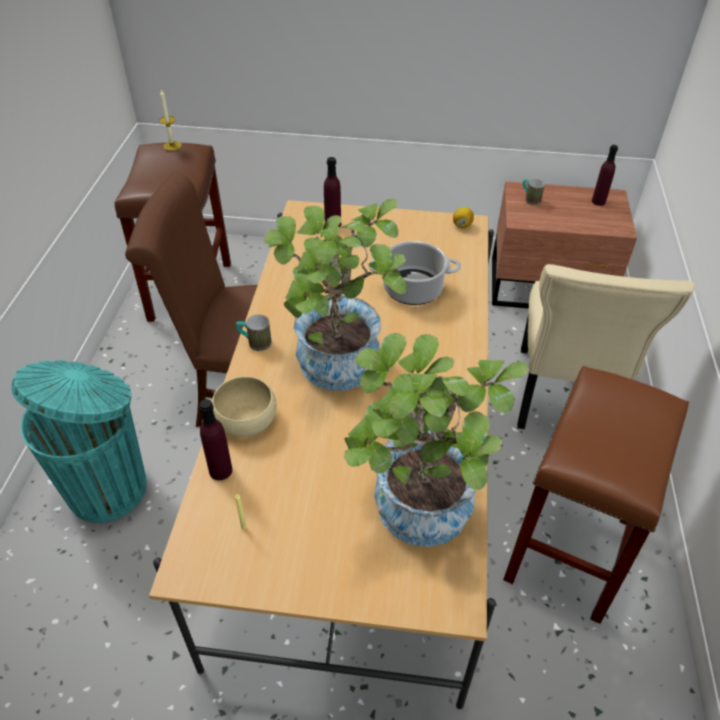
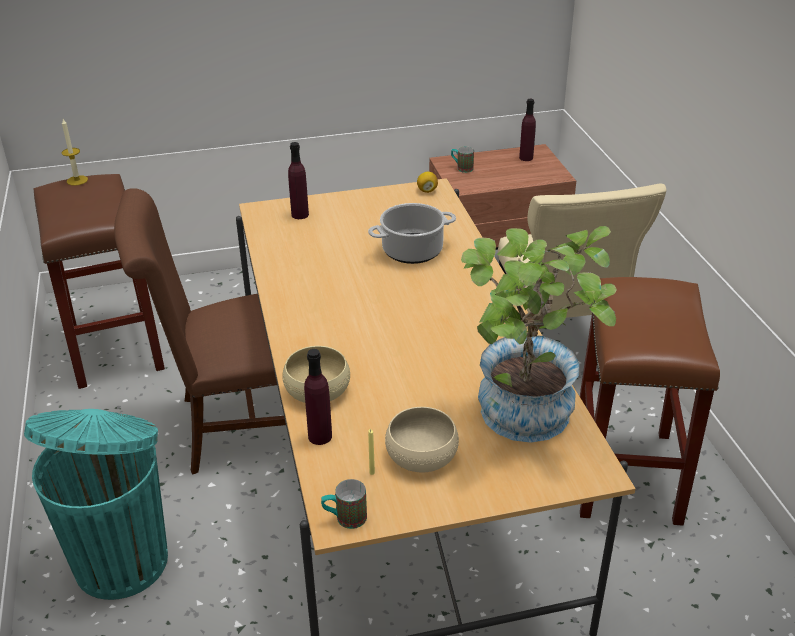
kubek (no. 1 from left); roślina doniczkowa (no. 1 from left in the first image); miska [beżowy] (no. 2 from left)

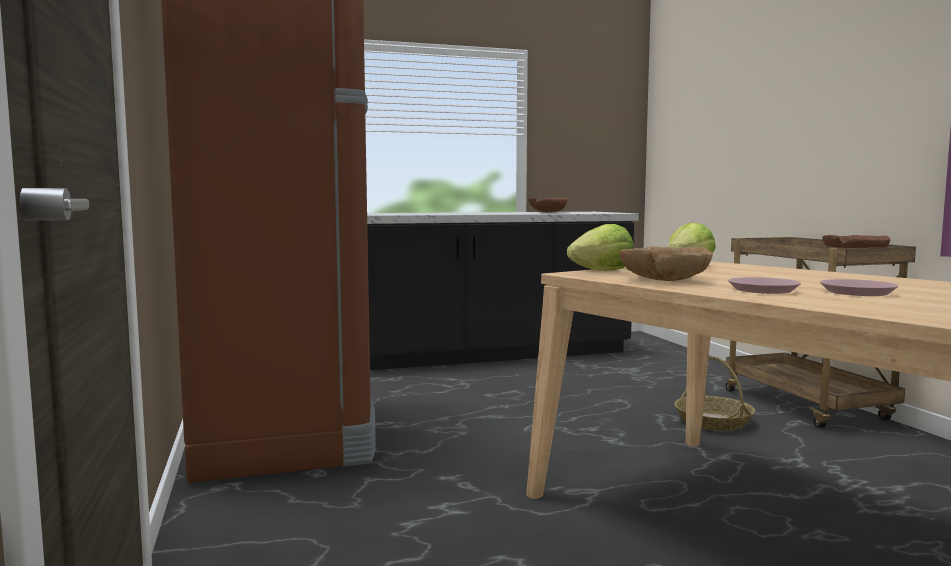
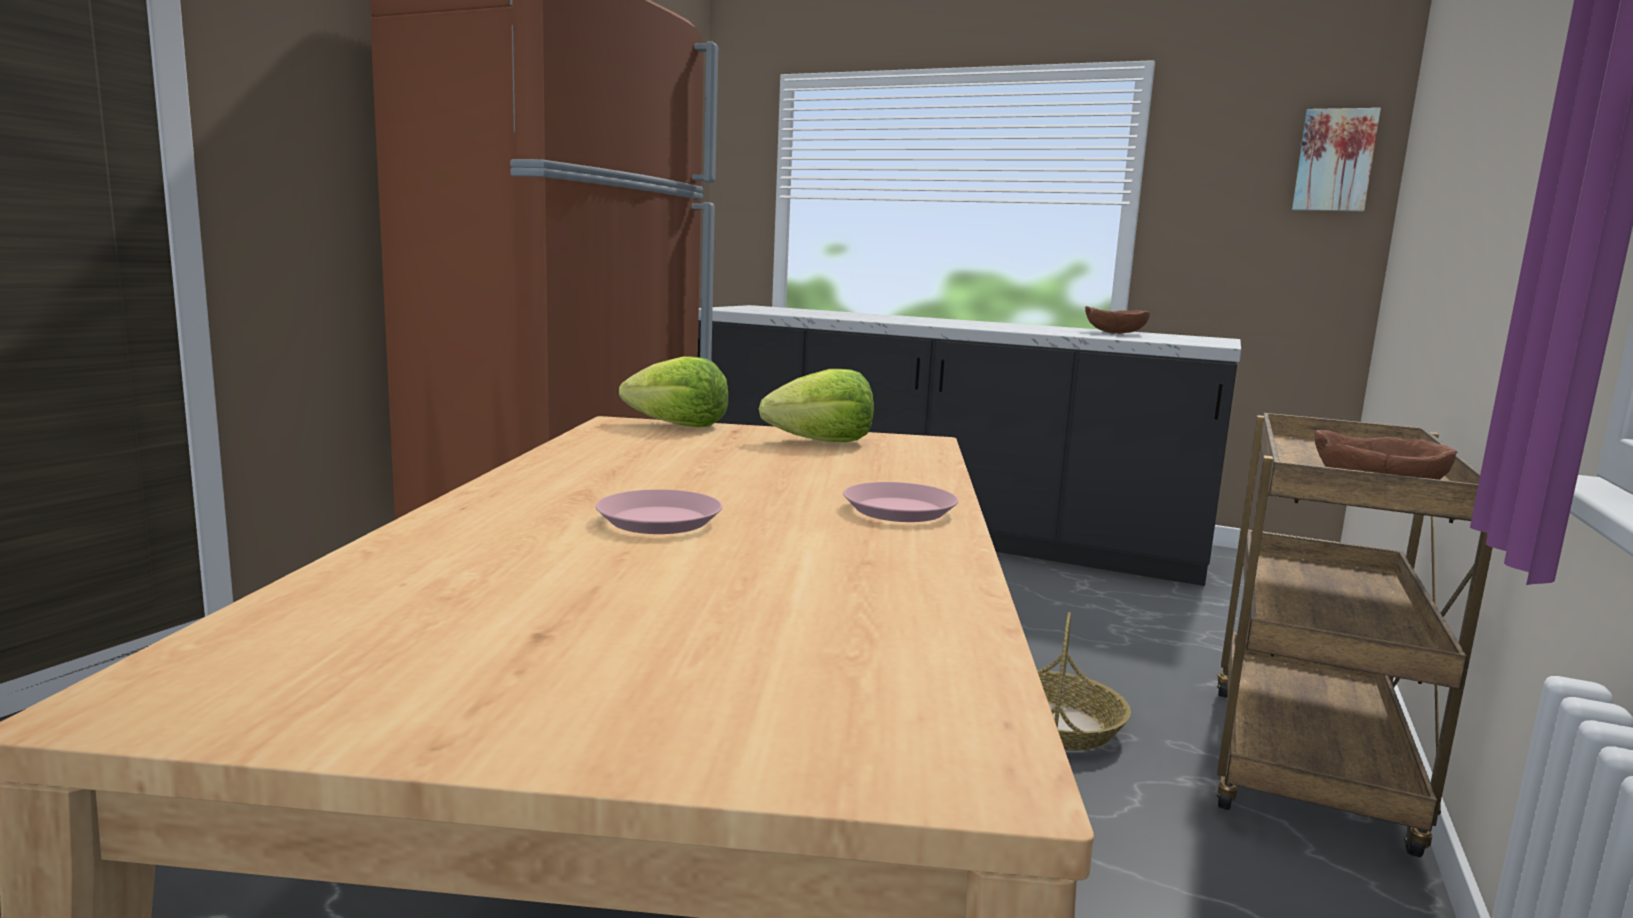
miska [brązowy] (no. 2 from left in the first image); talerz [różowy] (no. 2 from left); obraz

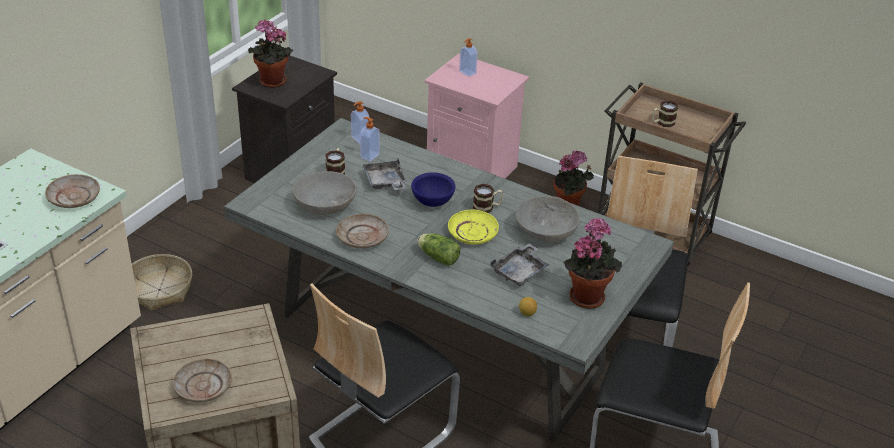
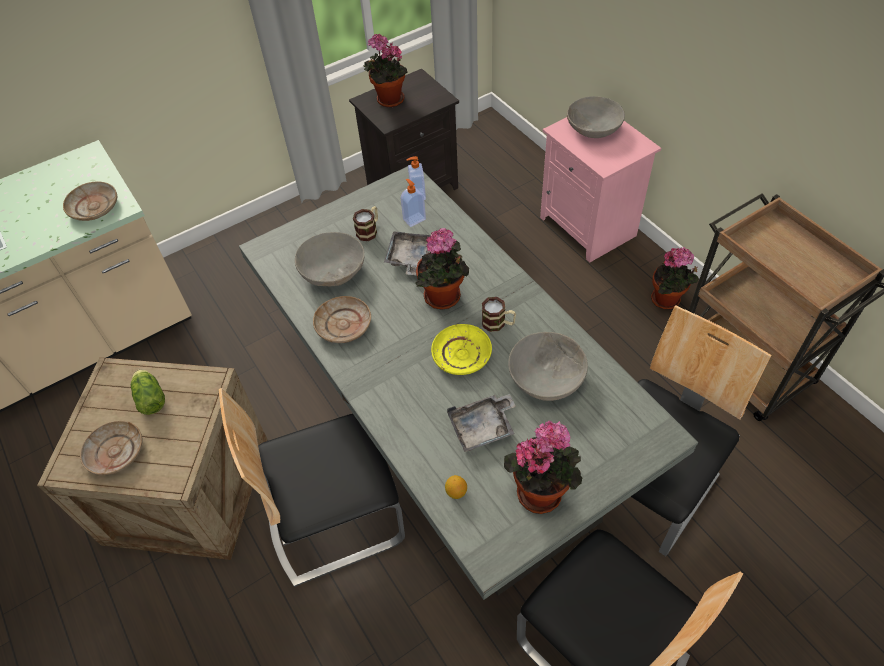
koszyk; roślina doniczkowa (no. 2 from left); sałata; miska [szary] (no. 3 from left); kubek (no. 3 from left in the first image)

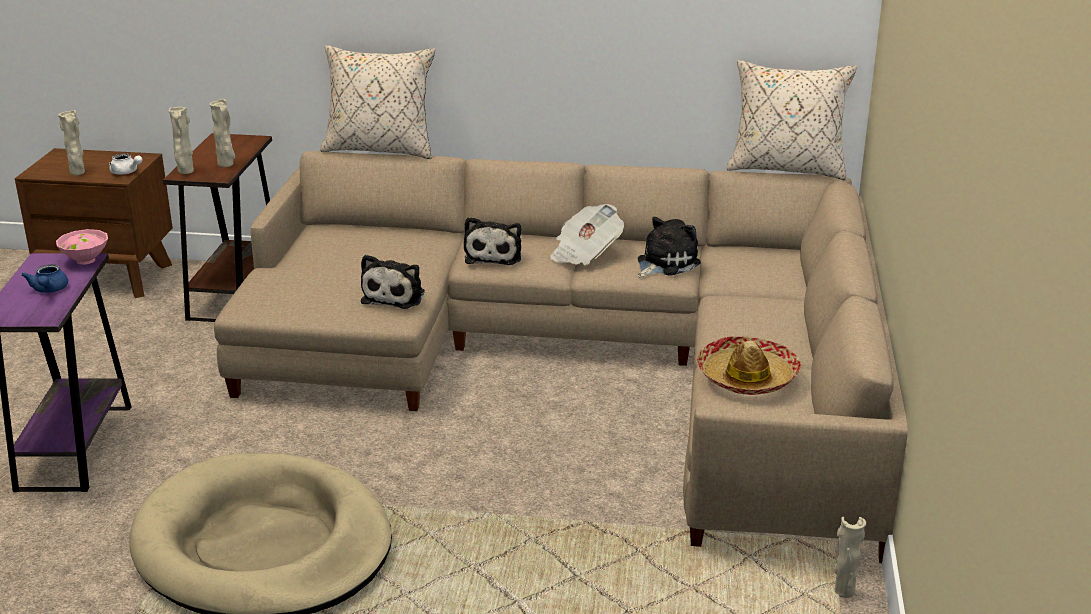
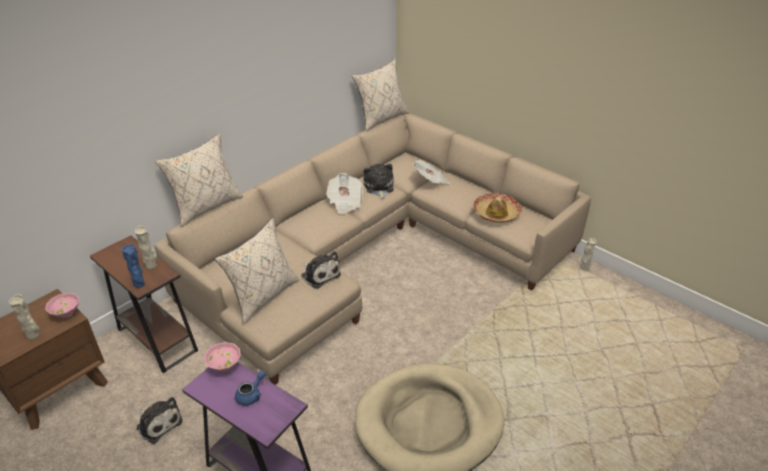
imbryk [niebieski]; miska [różowy] (no. 1 from left); wazon [niebieski]; pluszak (no. 1 from left); poduszka [beżowy] (no. 2 from left); gazeta (no. 2 from left)

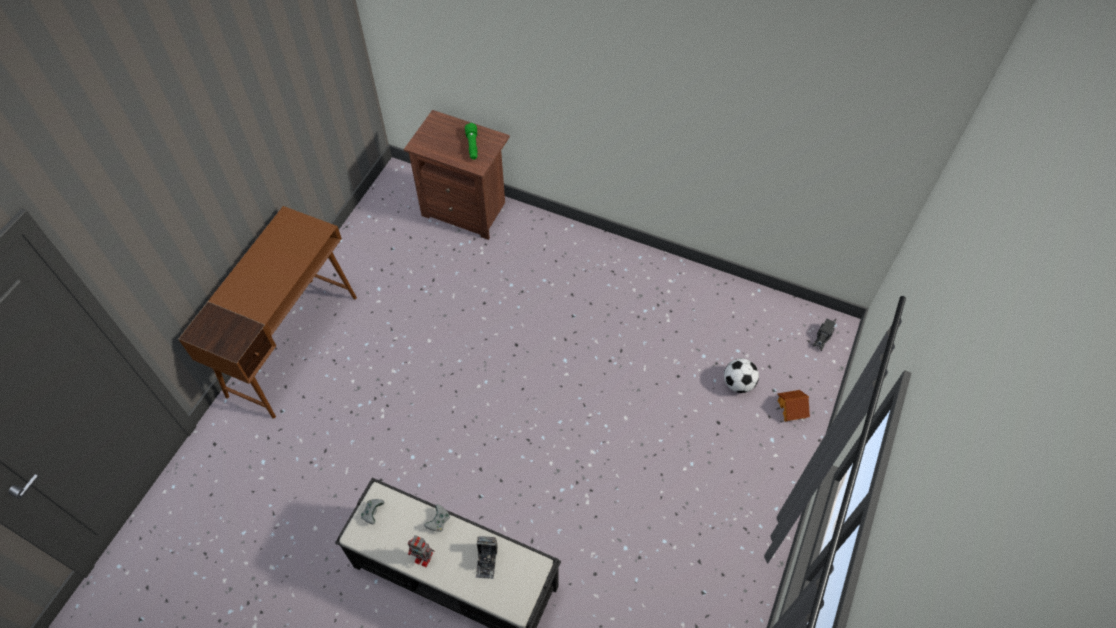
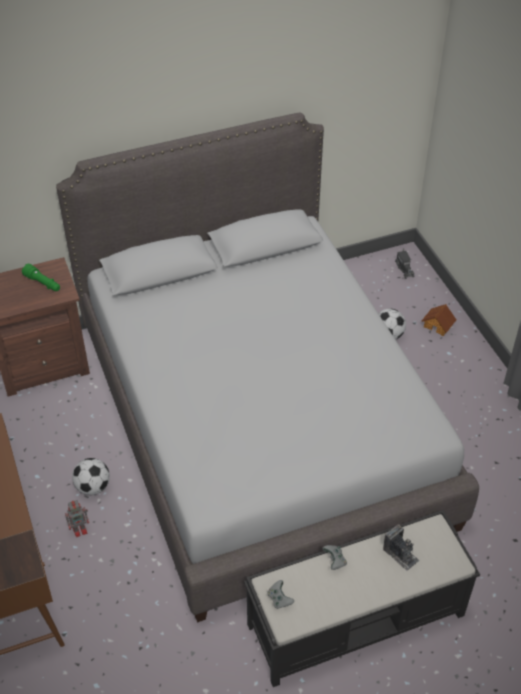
robot zabawkowy; łóżko [szary]; piłka futbolowa (no. 1 from left)

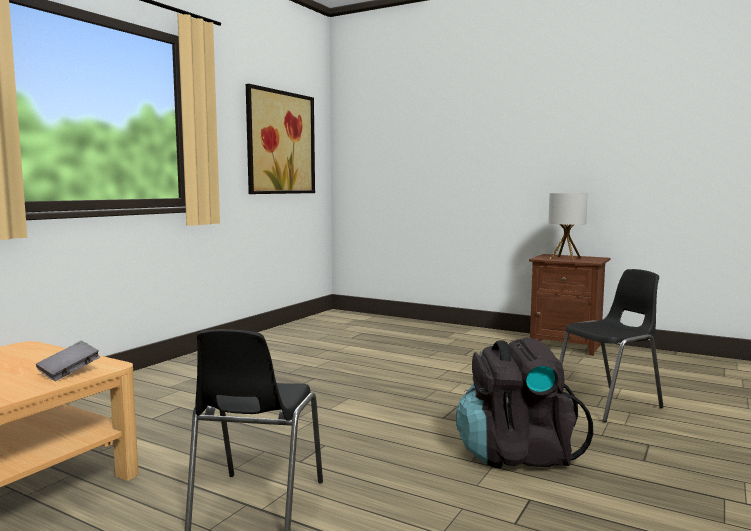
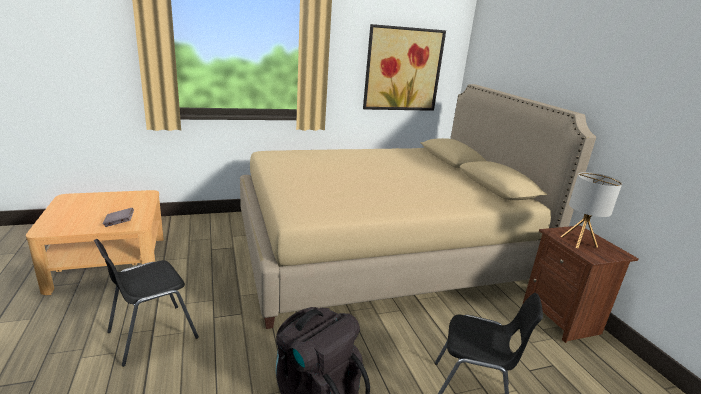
łóżko [beżowy]

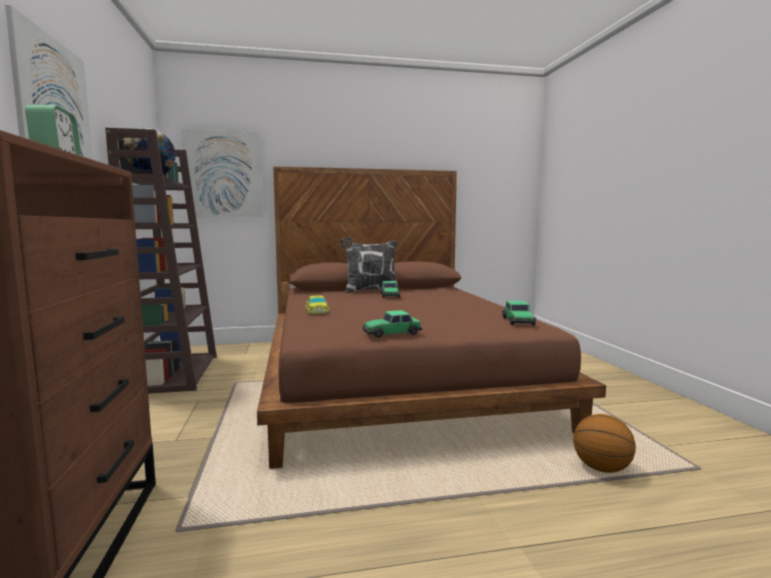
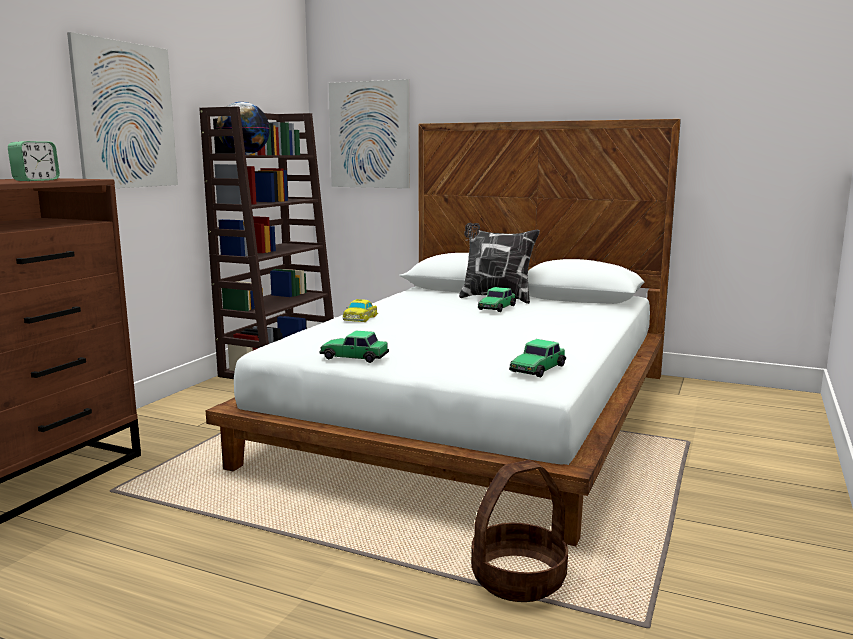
łóżko [biały]; koszyk

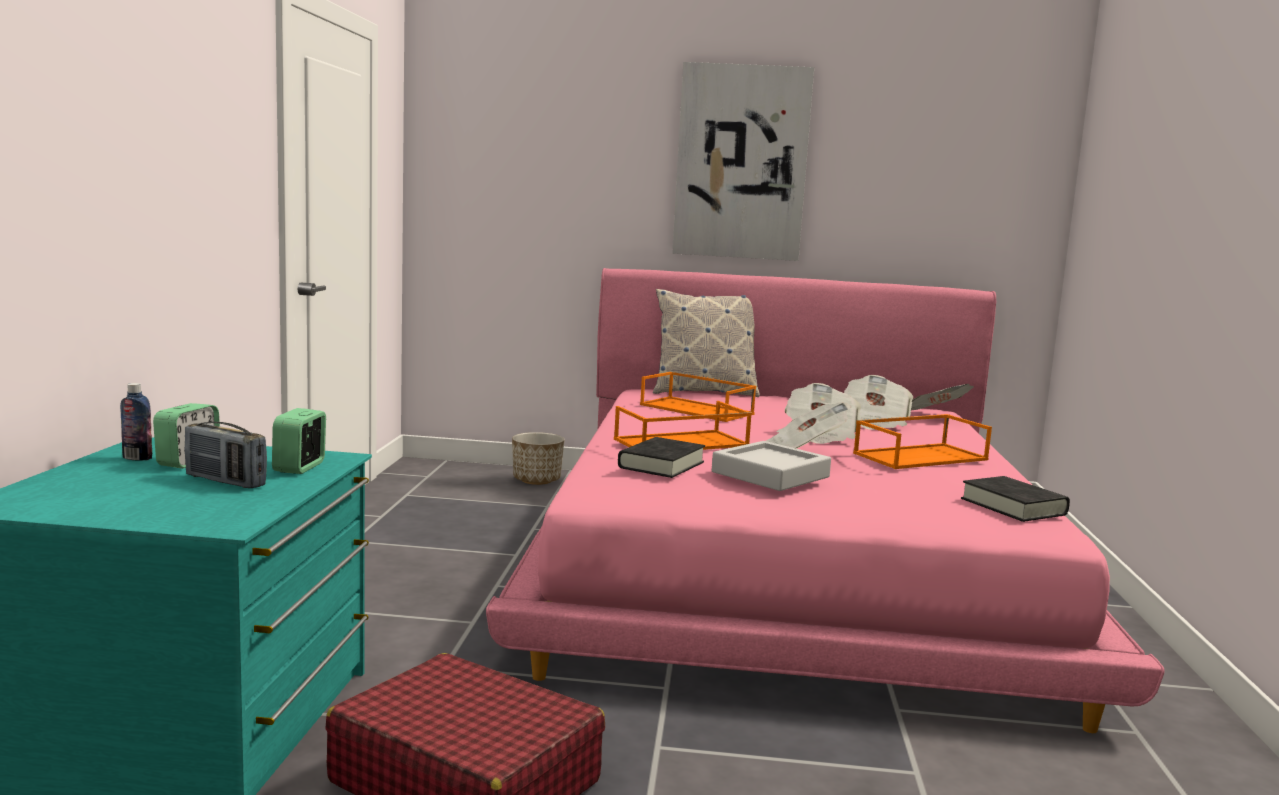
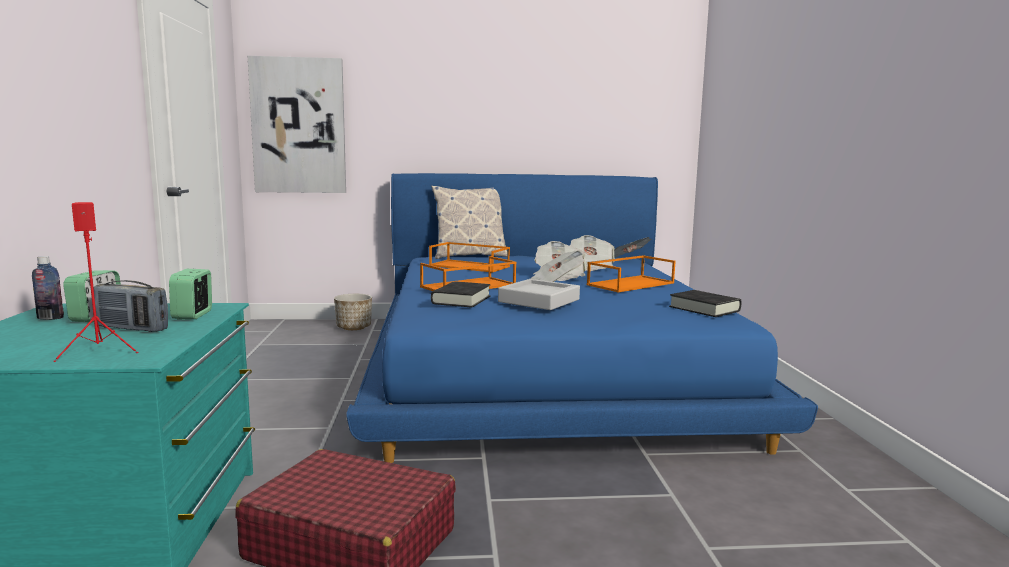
łóżko [niebieski]; obraz; głośnik [czerwony]

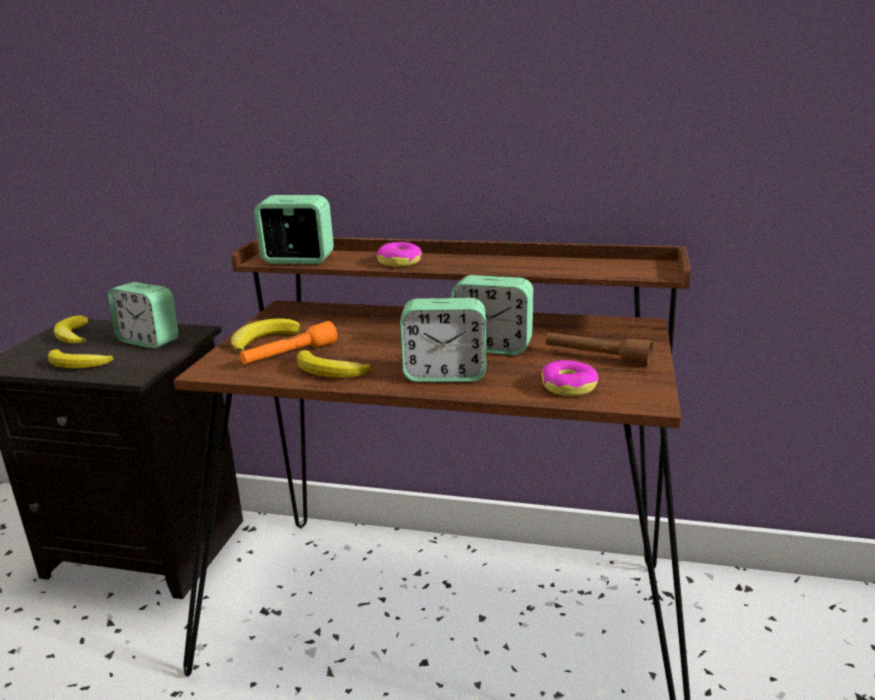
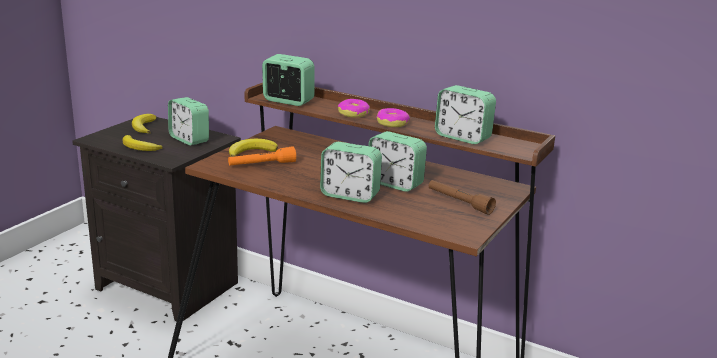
banan (no. 4 from left in the first image); donut (no. 2 from left); budzik (no. 5 from left)

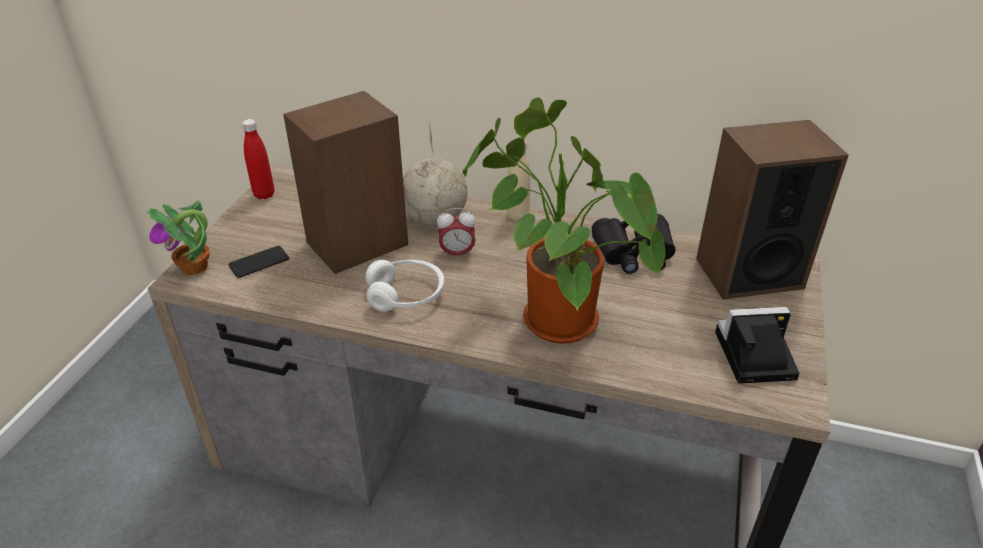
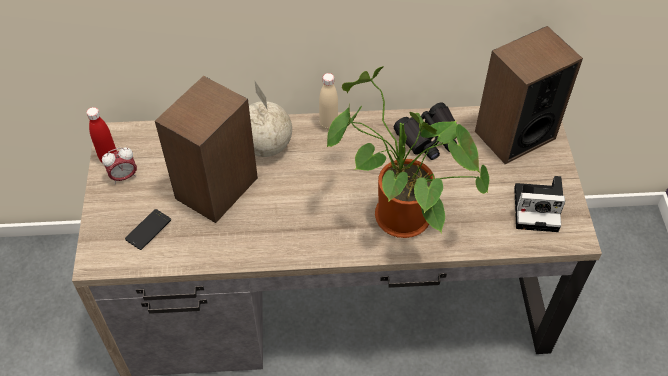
roślina doniczkowa (no. 1 from left in the first image); słuchawki [biały]; budzik; aparat fotograficzny

